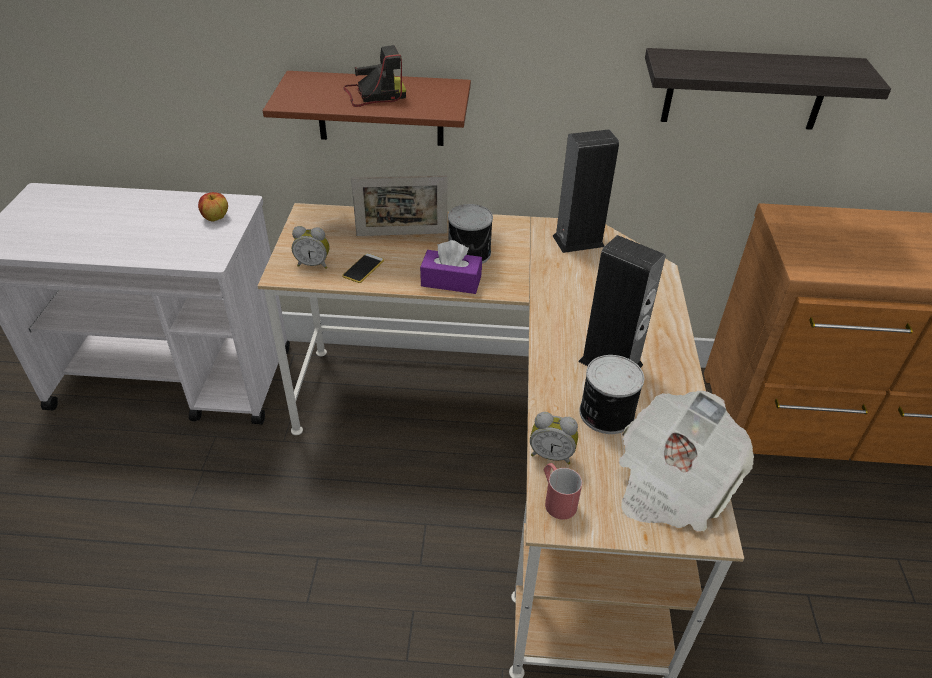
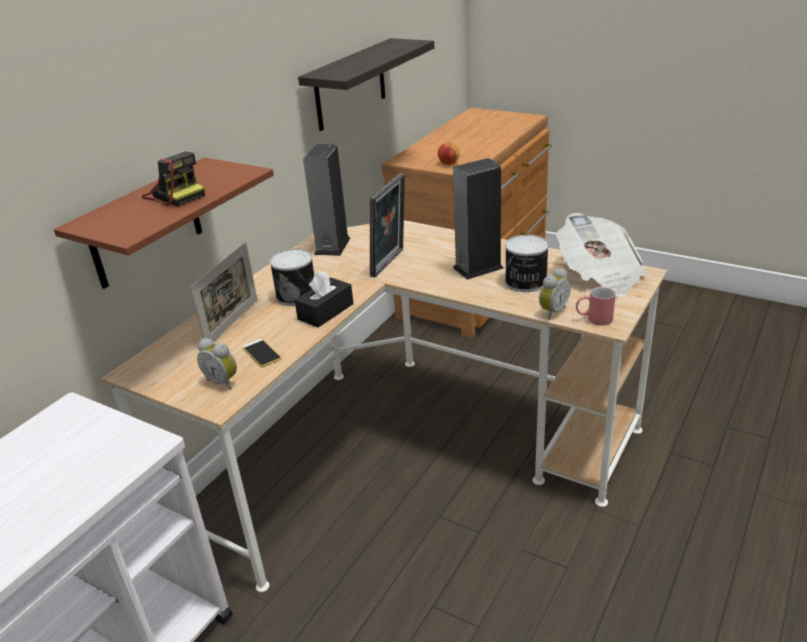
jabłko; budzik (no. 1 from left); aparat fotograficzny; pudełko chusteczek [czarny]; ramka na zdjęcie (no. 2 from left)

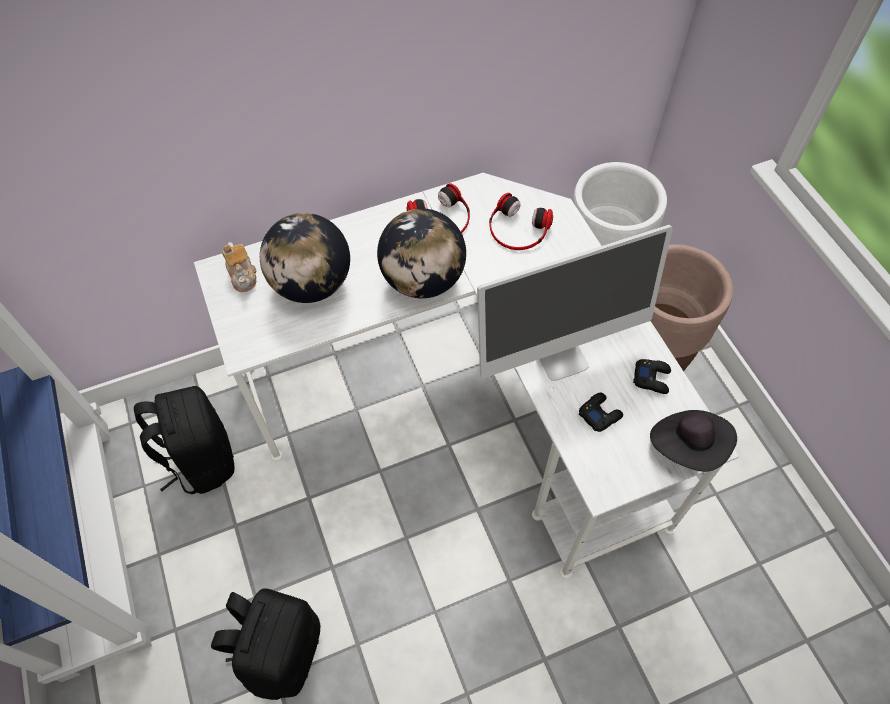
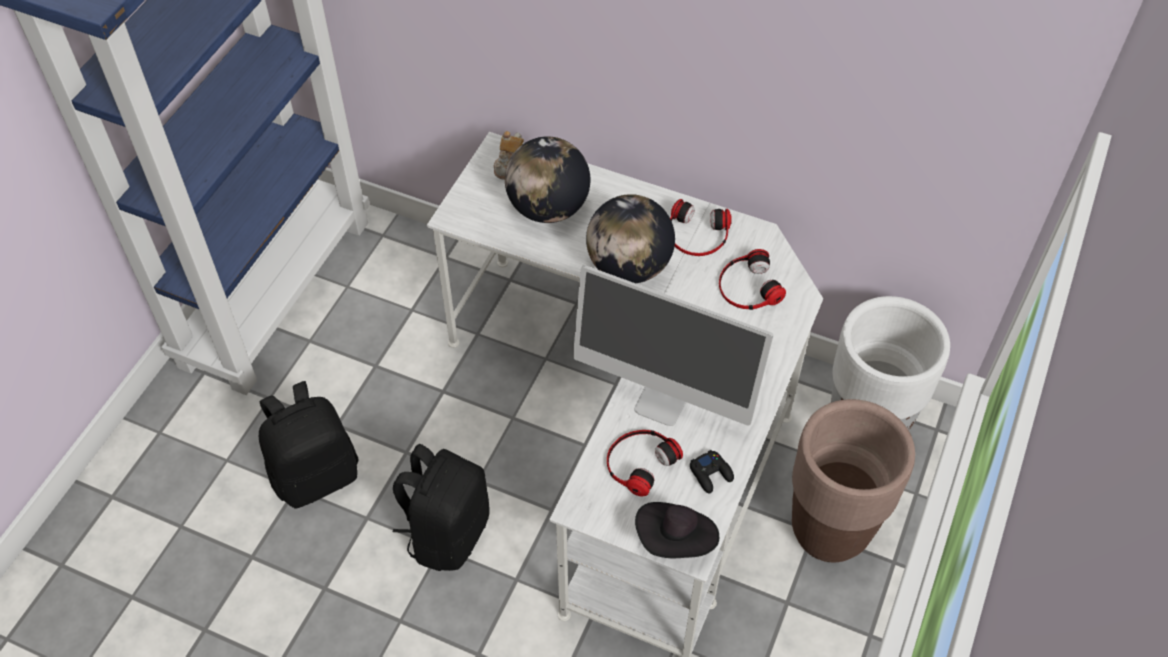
plecak [czarny] (no. 2 from left); słuchawki (no. 1 from left)

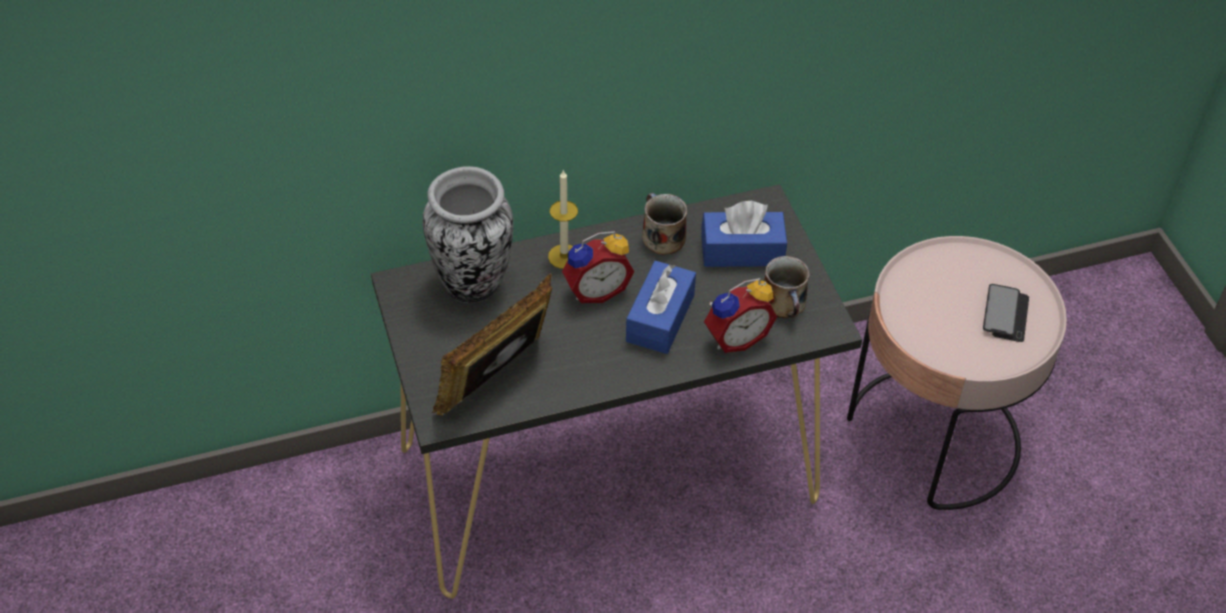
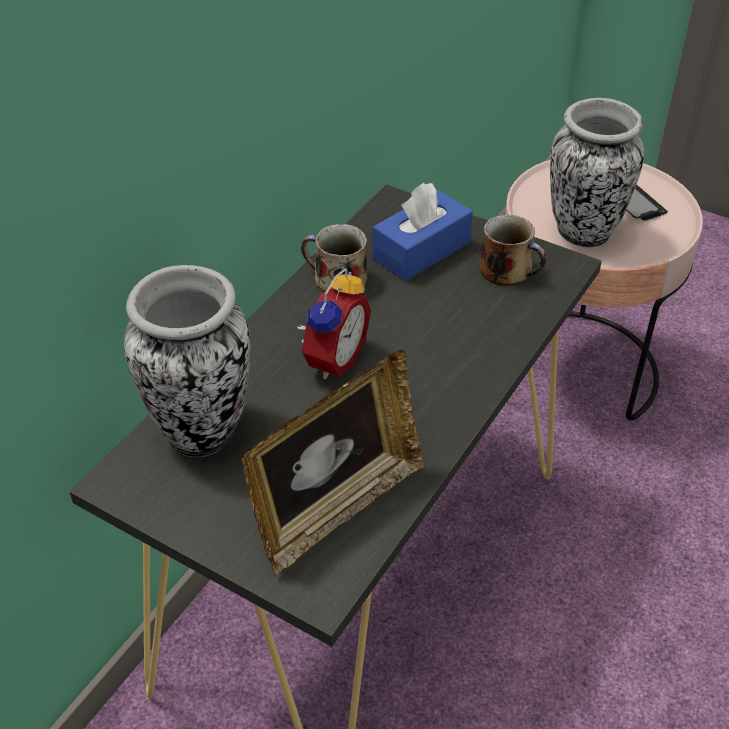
ramka na zdjęcie; świeca; pudełko chusteczek [niebieski] (no. 1 from left in the first image); budzik (no. 2 from left in the first image); wazon (no. 2 from left)

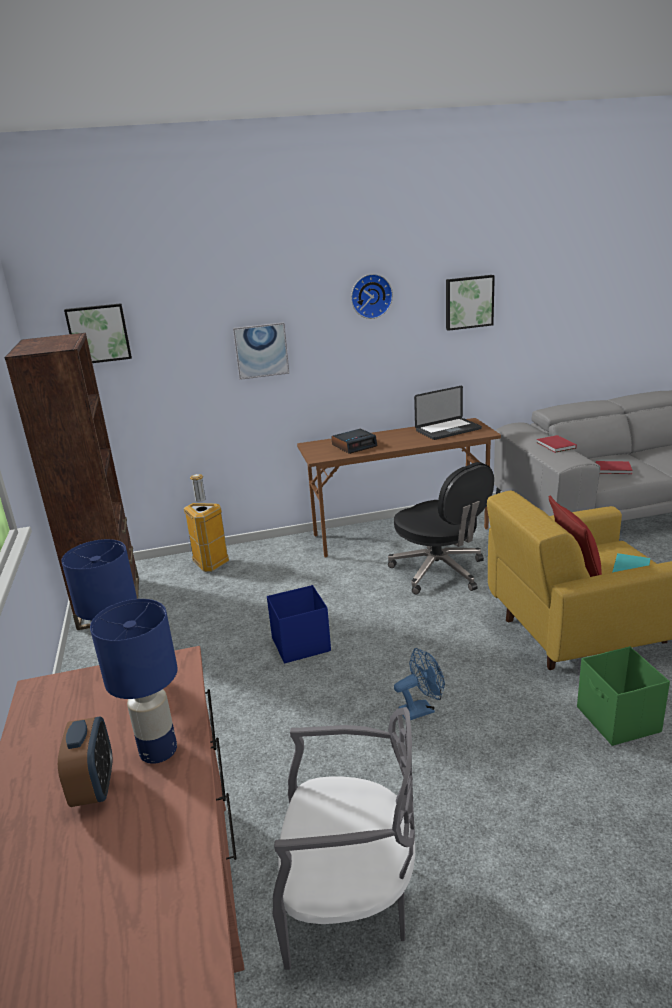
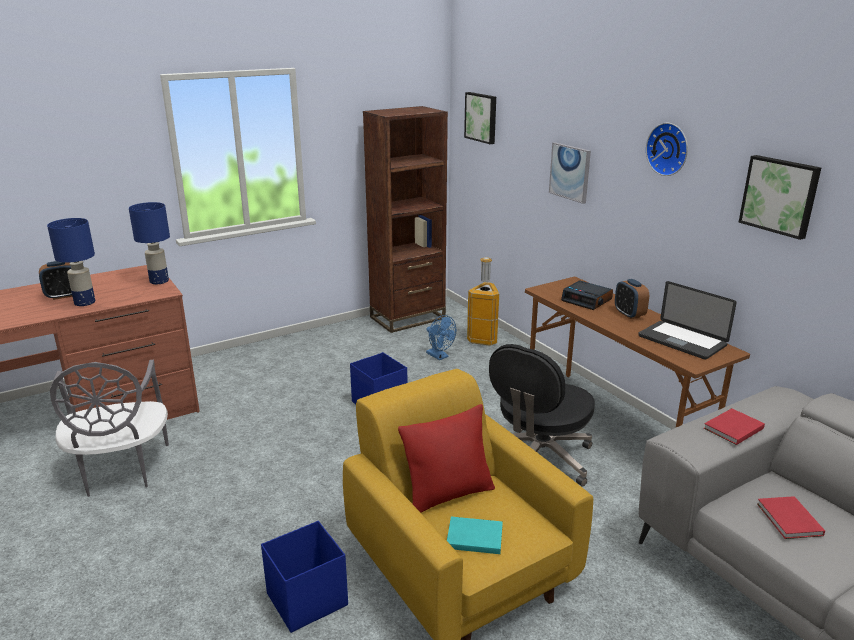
wentylator [niebieski]; pojemnik do przechowywania [niebieski] (no. 1 from left); budzik (no. 3 from left)

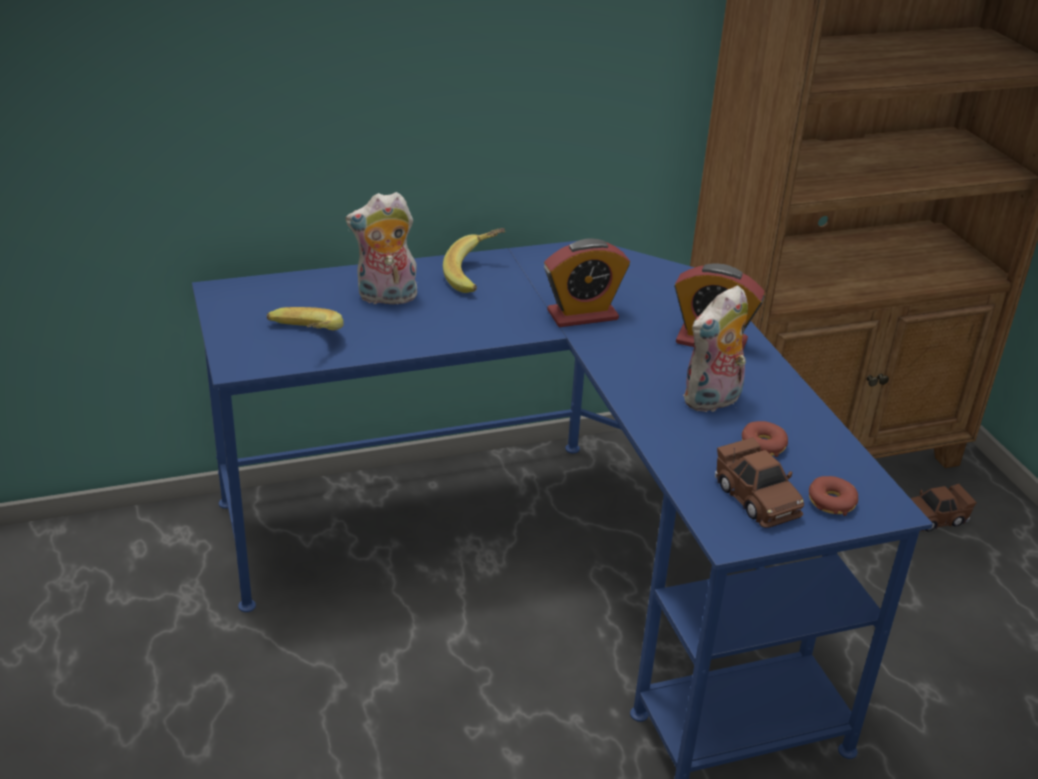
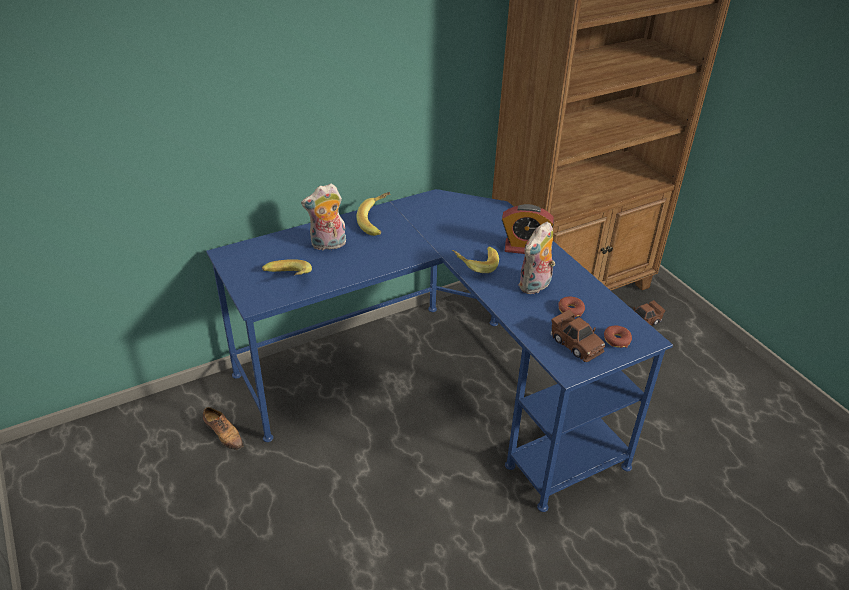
budzik (no. 1 from left in the first image); but; banan (no. 3 from left)

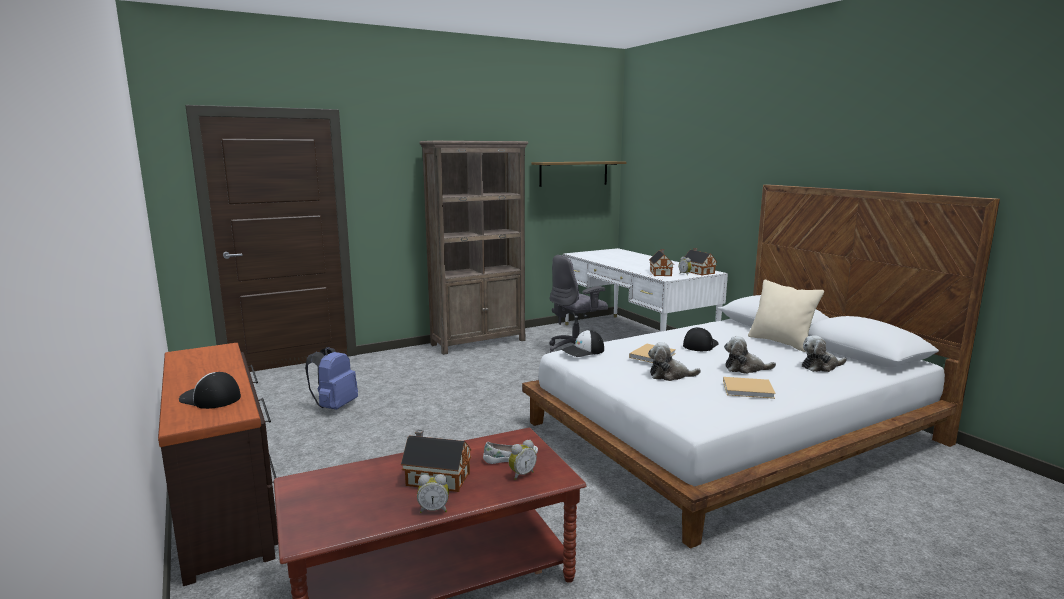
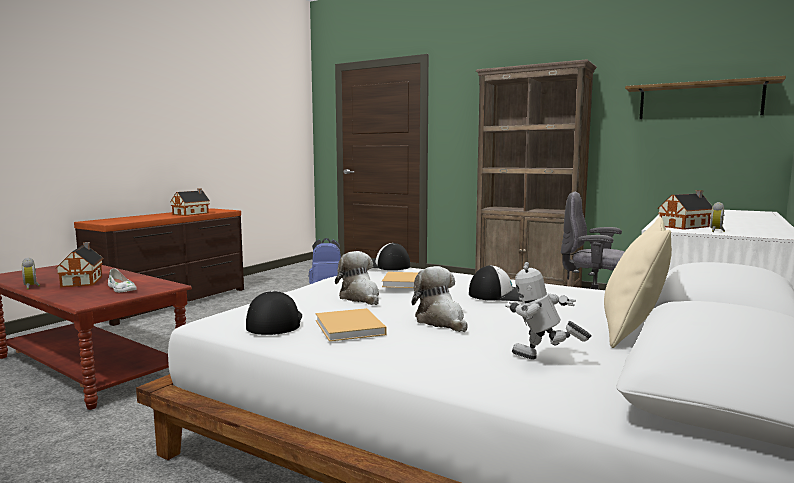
czapka z daszkiem (no. 1 from left); budzik (no. 2 from left in the first image); domek (no. 2 from left); robot zabawkowy

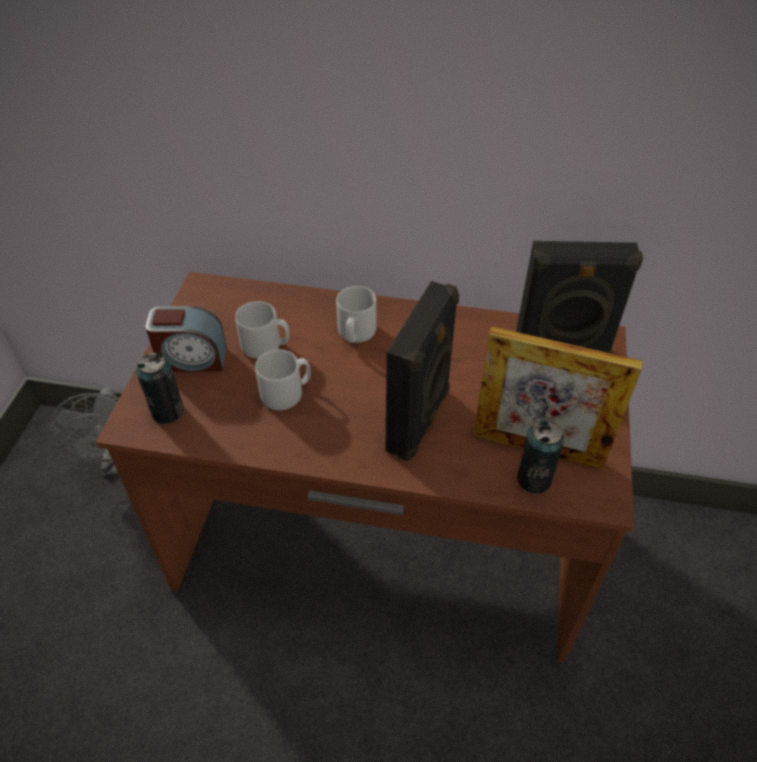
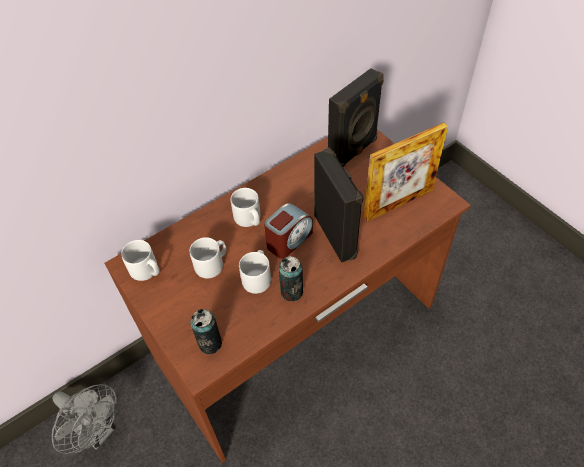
budzik; puszka (no. 2 from left); kubek [szary] (no. 1 from left)

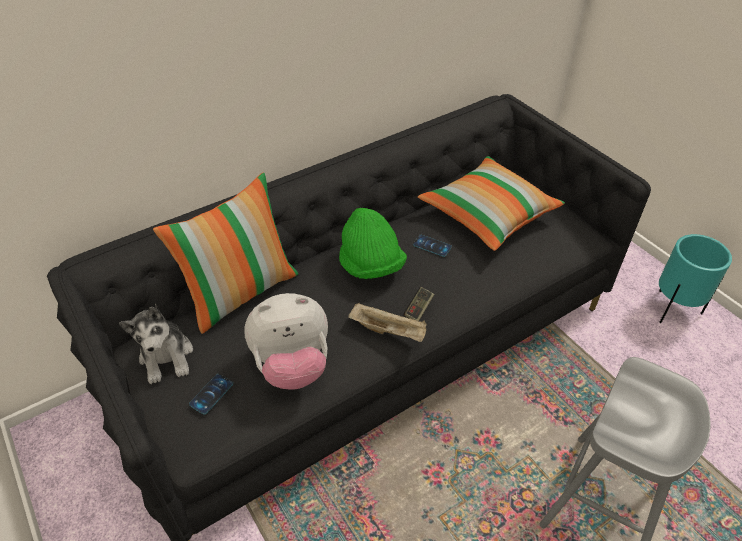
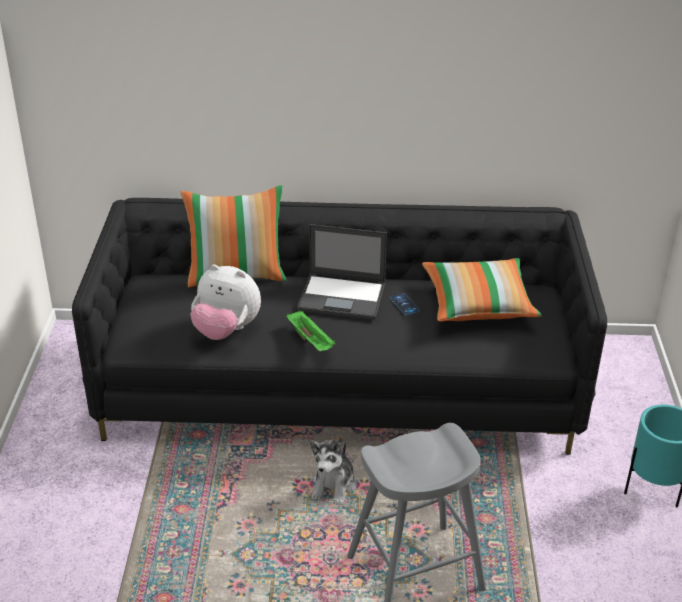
pluszak (no. 2 from left); telefon (no. 1 from left in the first image); laptop; taca [zielony]; pad do gier

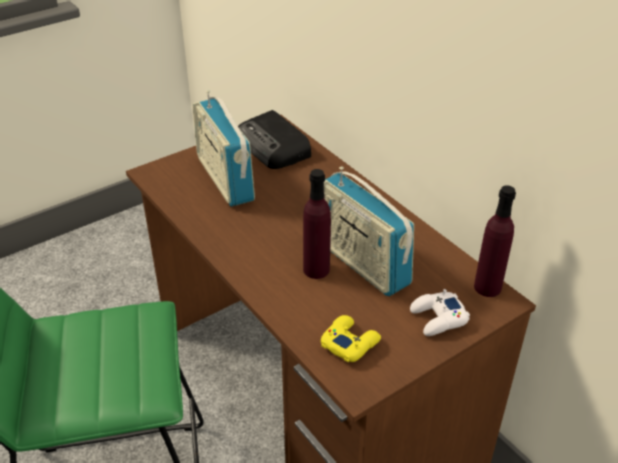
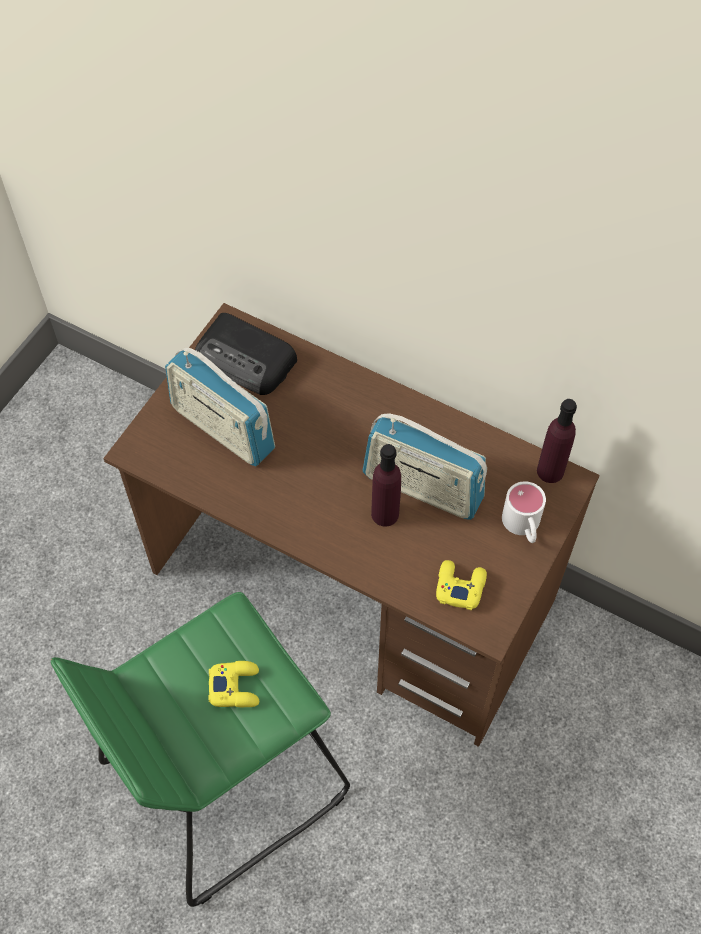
kubek [biały]; pad do gier [żółty] (no. 1 from left)

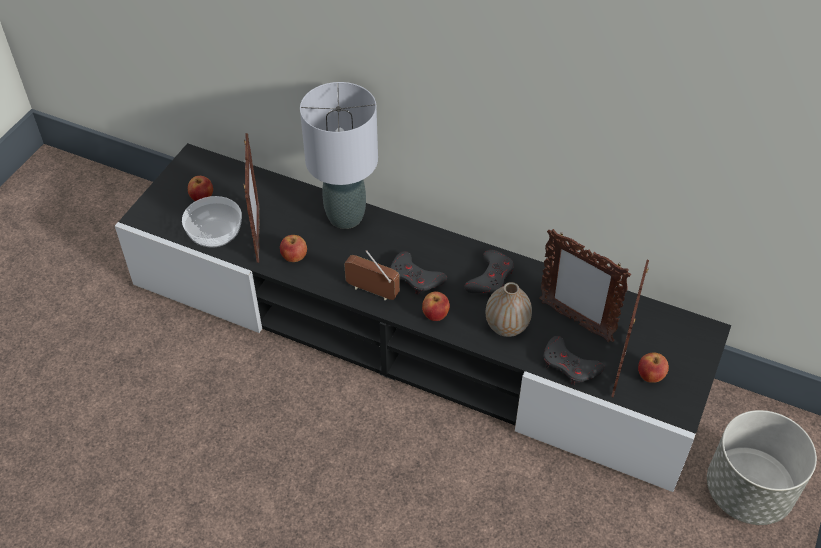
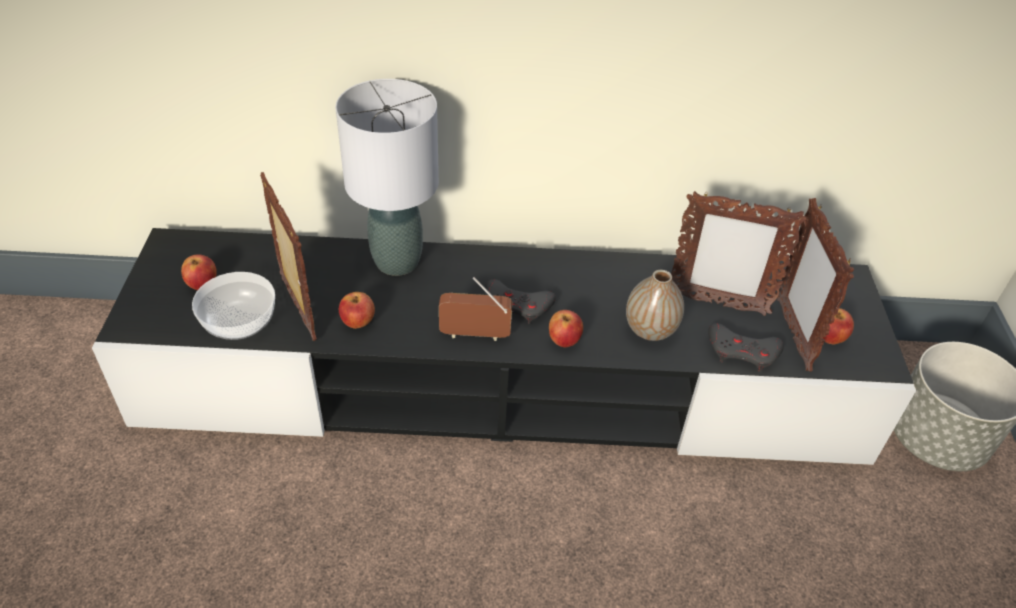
pad do gier [szary] (no. 2 from left in the first image)

